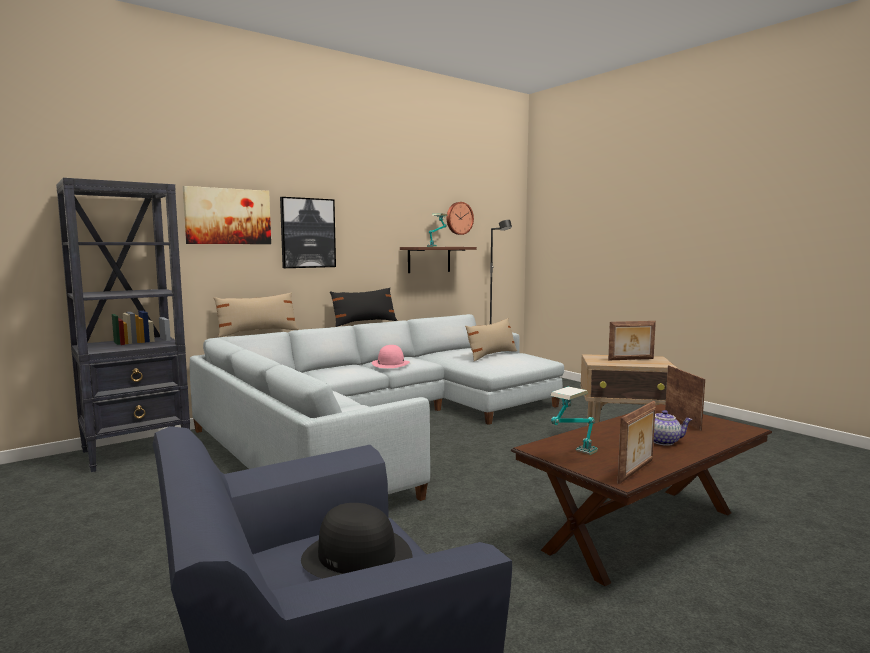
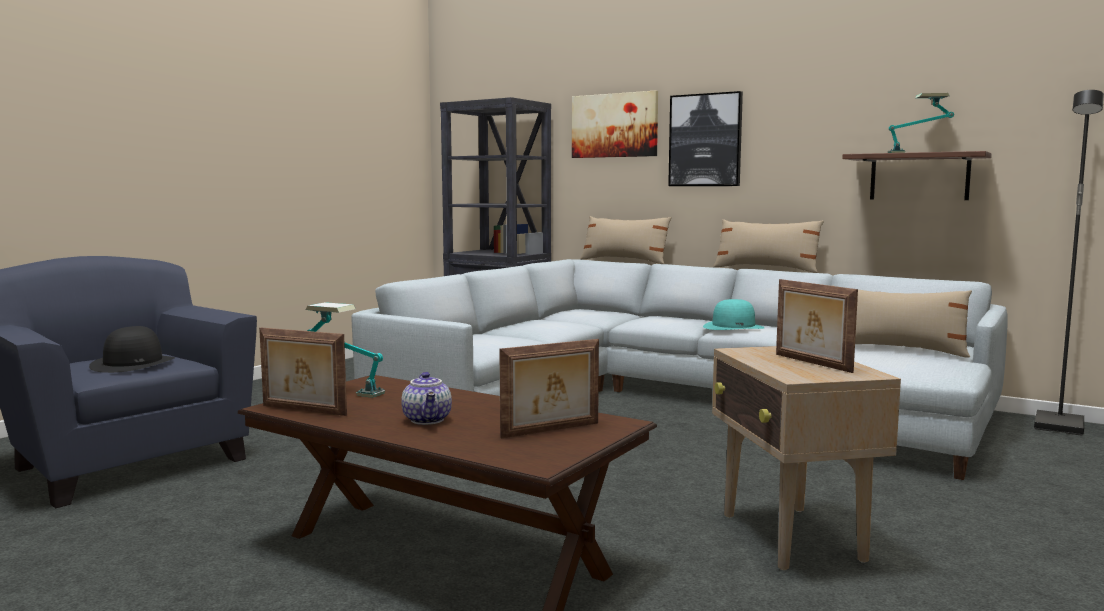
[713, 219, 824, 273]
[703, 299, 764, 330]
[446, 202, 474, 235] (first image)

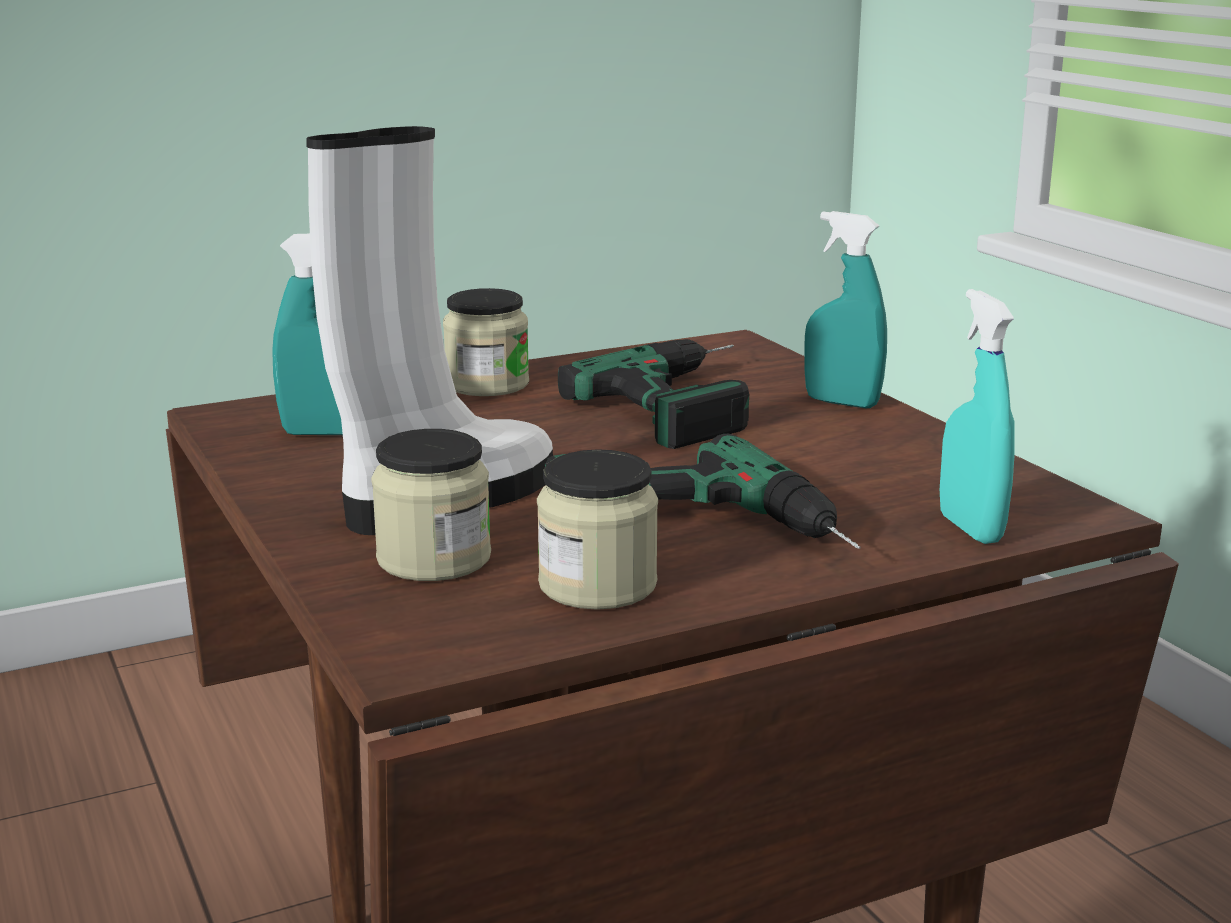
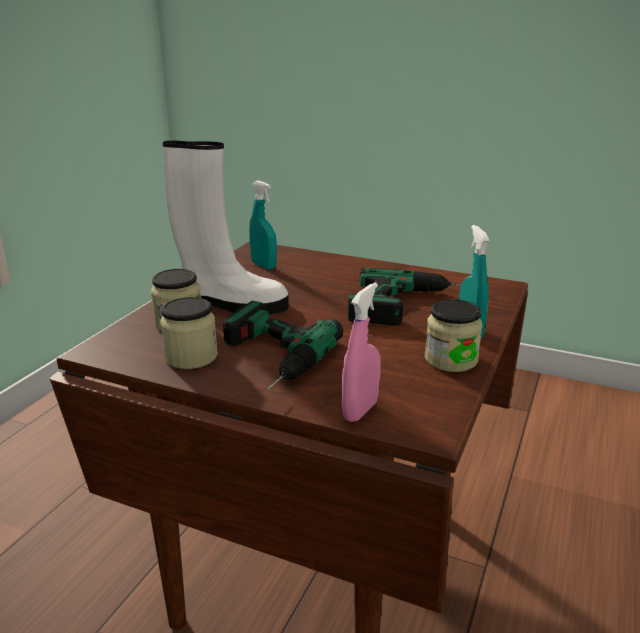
[425, 299, 482, 372]
[342, 282, 381, 422]

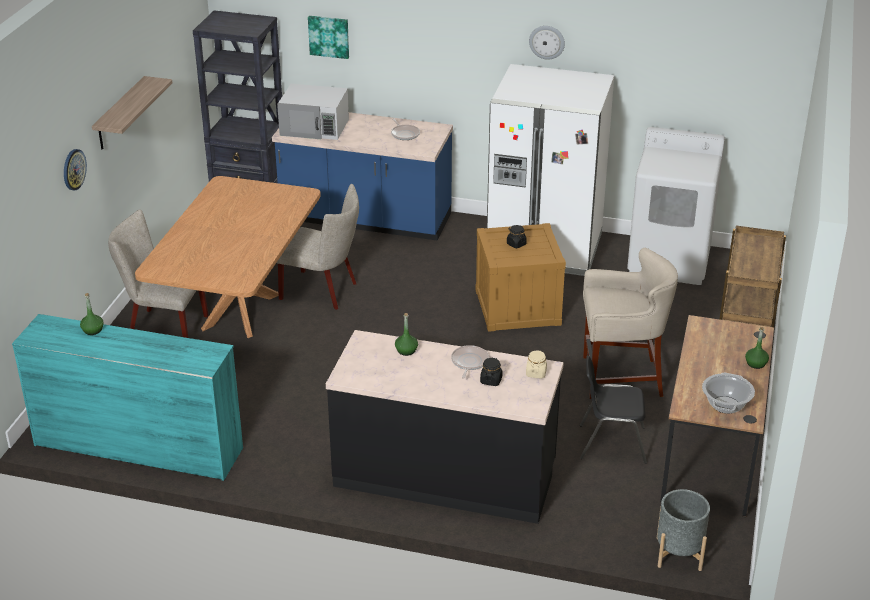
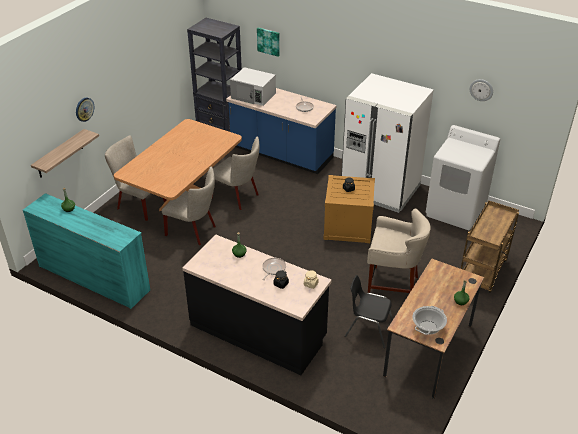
[31, 129, 99, 178]
[470, 79, 493, 101]
[657, 489, 710, 571] (first image)
[162, 167, 216, 245]

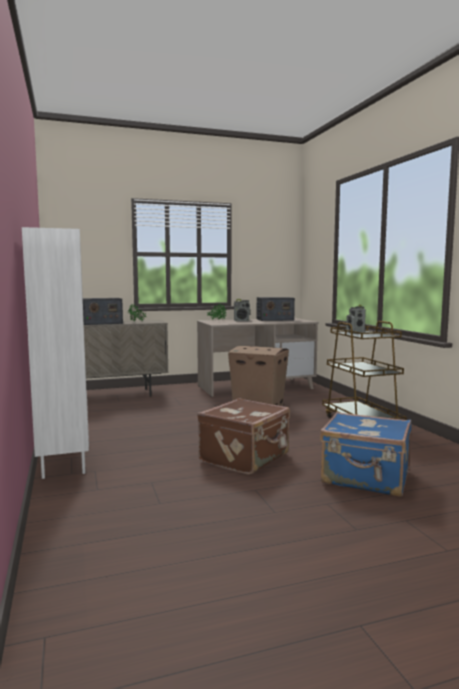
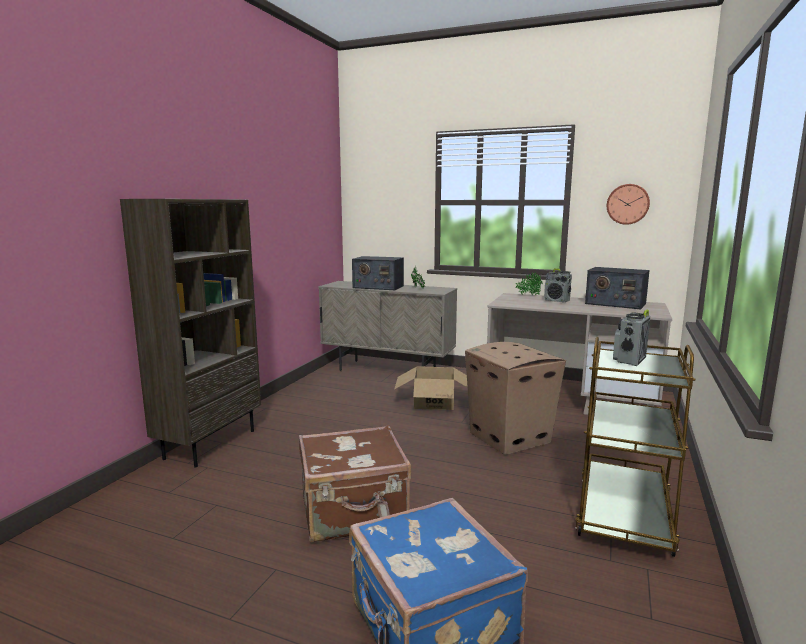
[120, 199, 261, 468]
[395, 366, 468, 410]
[607, 184, 650, 225]

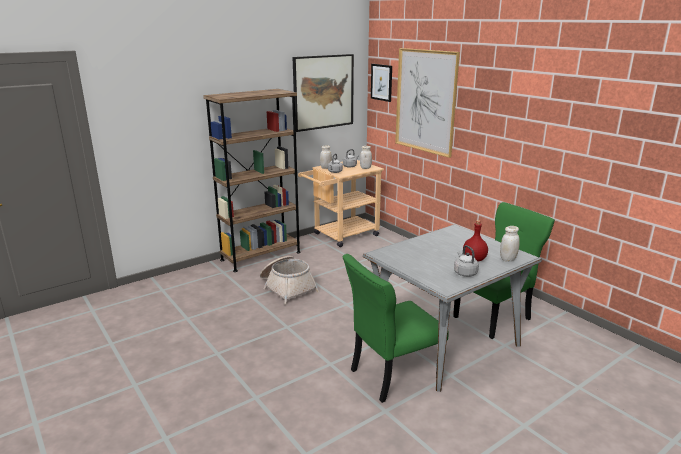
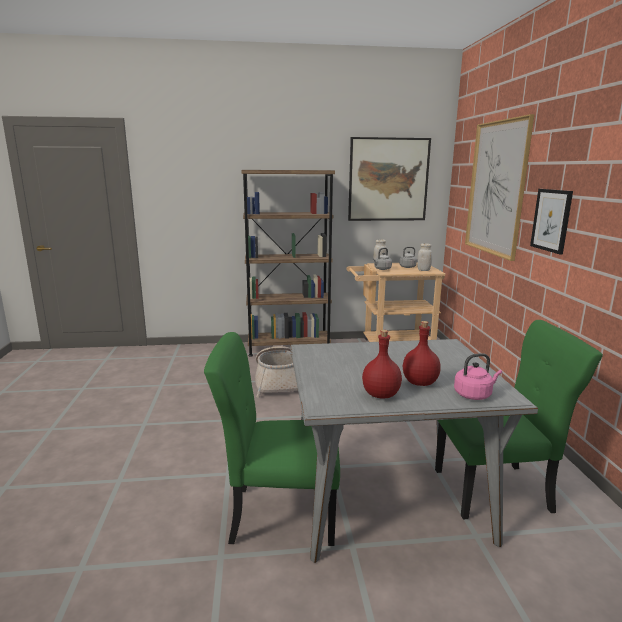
[530, 189, 573, 254]
[362, 330, 402, 398]
[454, 353, 502, 400]

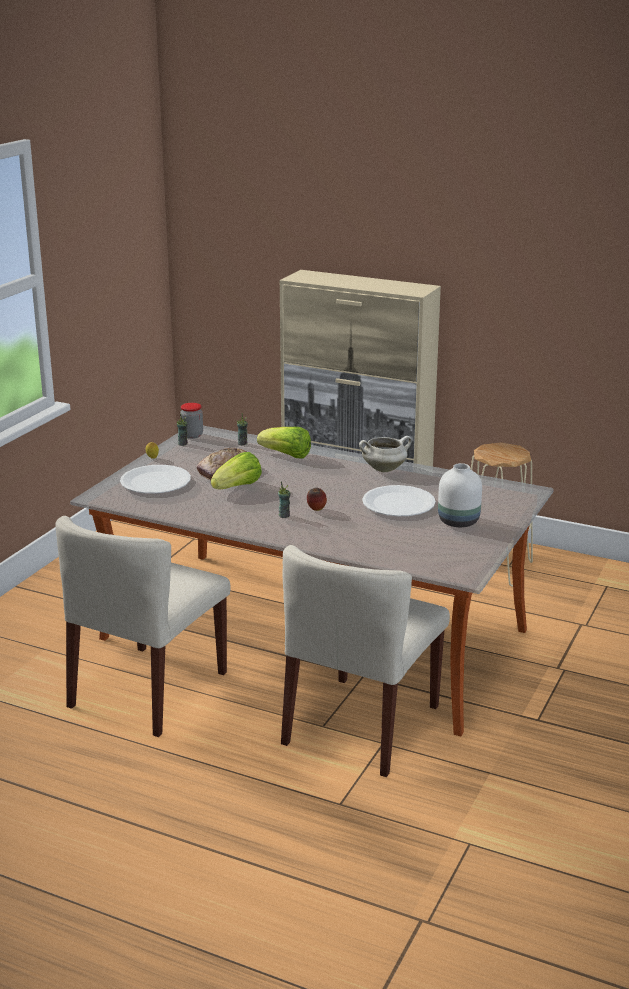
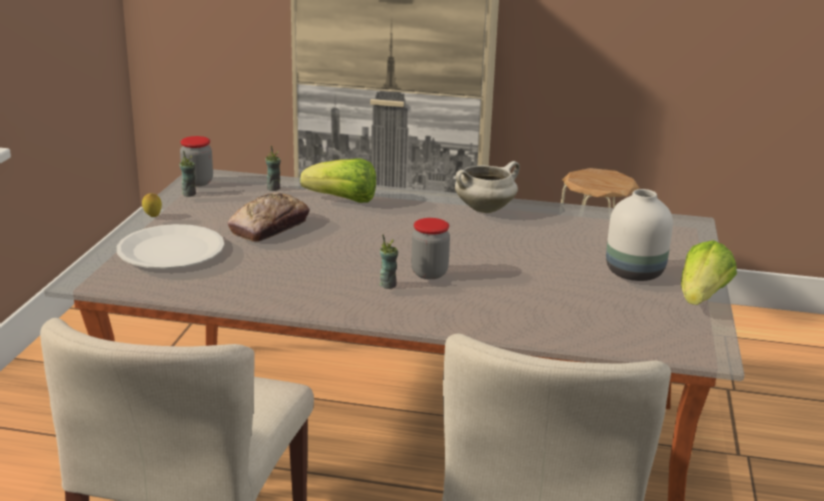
[681, 240, 737, 305]
[411, 218, 450, 279]
[362, 485, 436, 516] (first image)

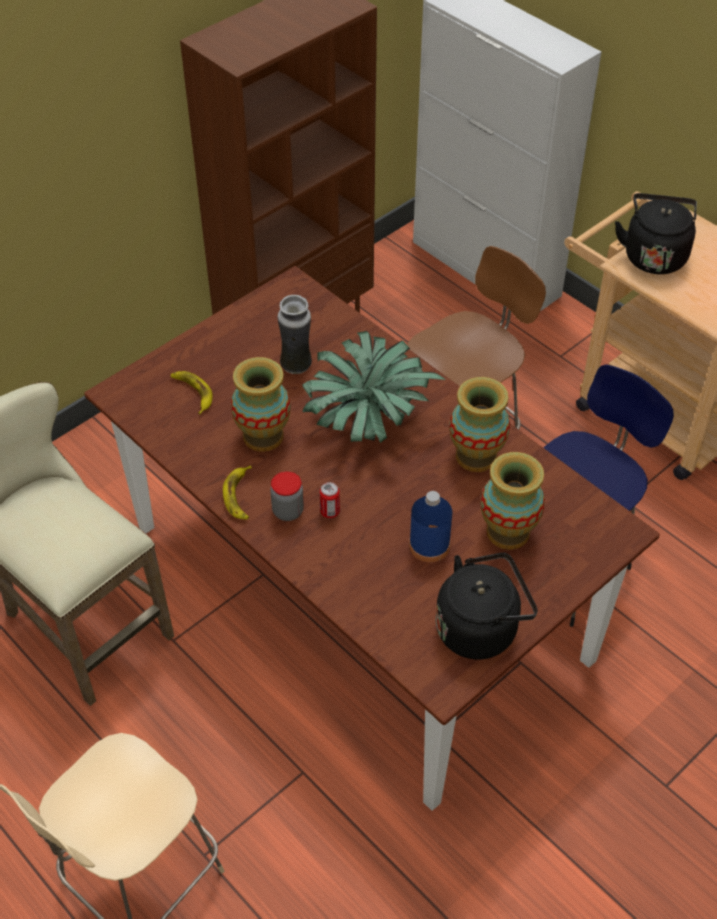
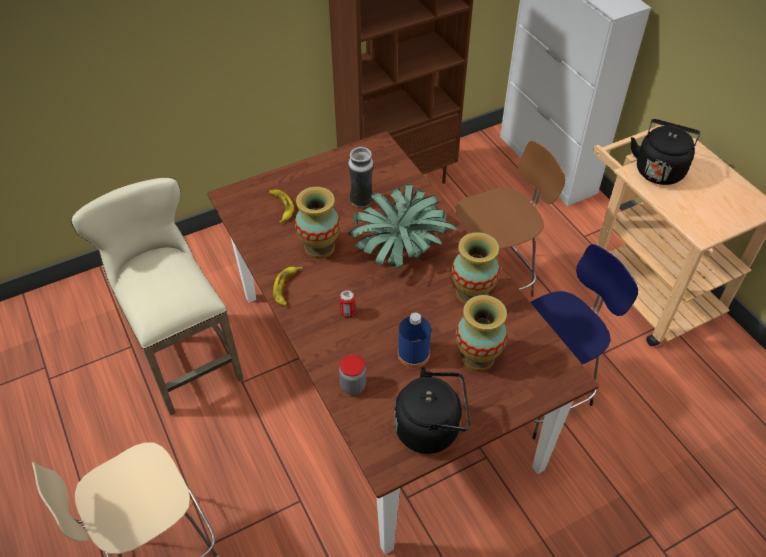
[339, 355, 366, 395]

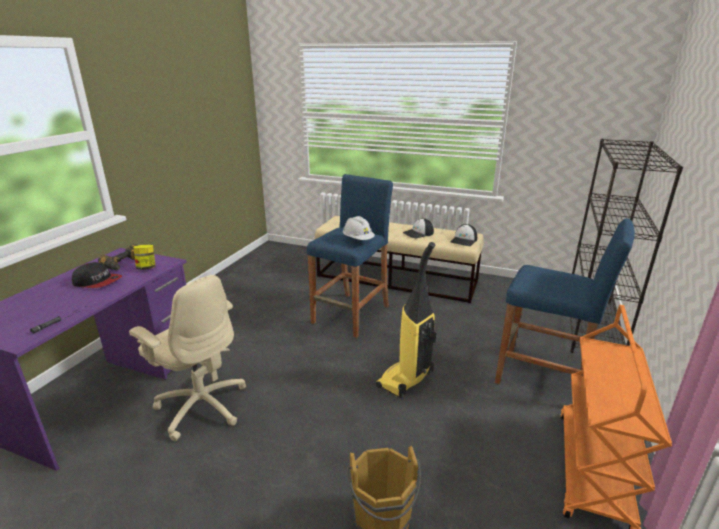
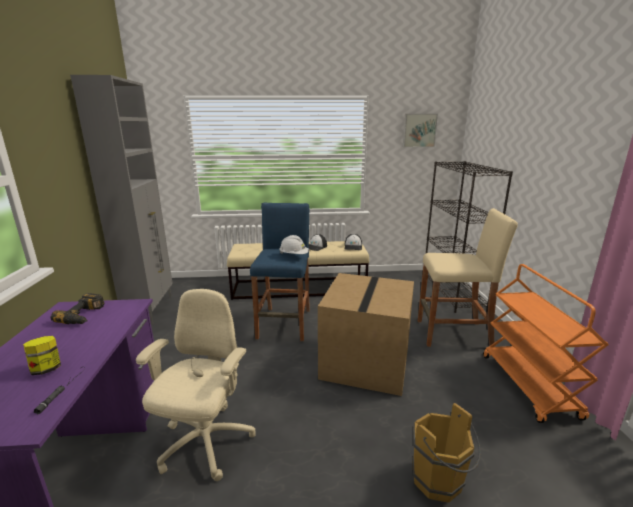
[72, 262, 122, 288] (first image)
[136, 289, 255, 481]
[23, 336, 61, 375]
[318, 273, 414, 396]
[418, 208, 518, 347]
[70, 75, 173, 324]
[403, 114, 438, 147]

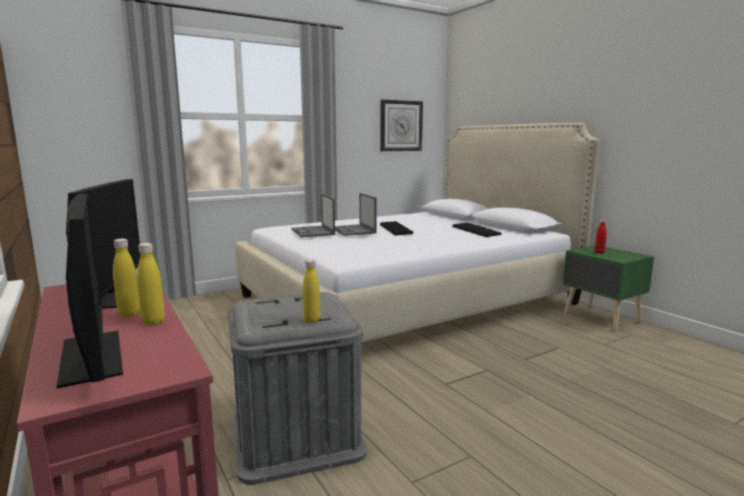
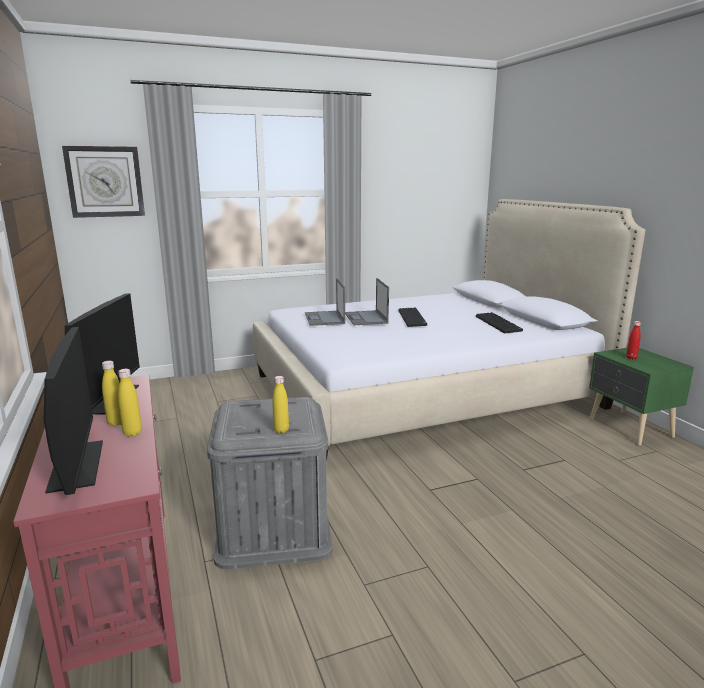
[62, 146, 145, 218]

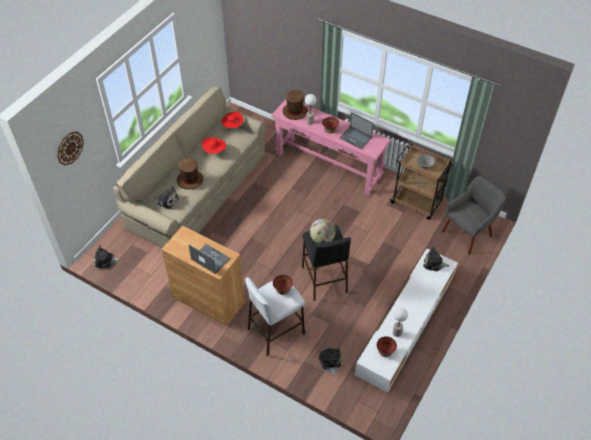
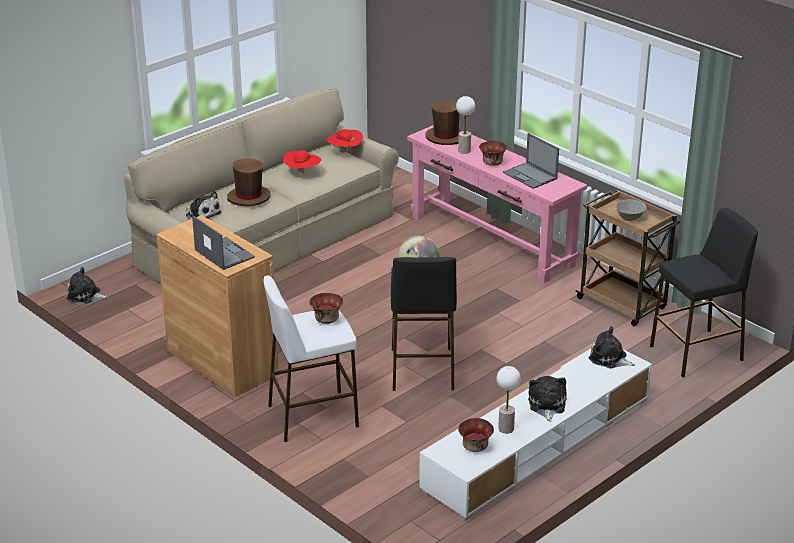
[57, 132, 84, 165] (first image)
[528, 376, 567, 422]
[650, 208, 758, 377]

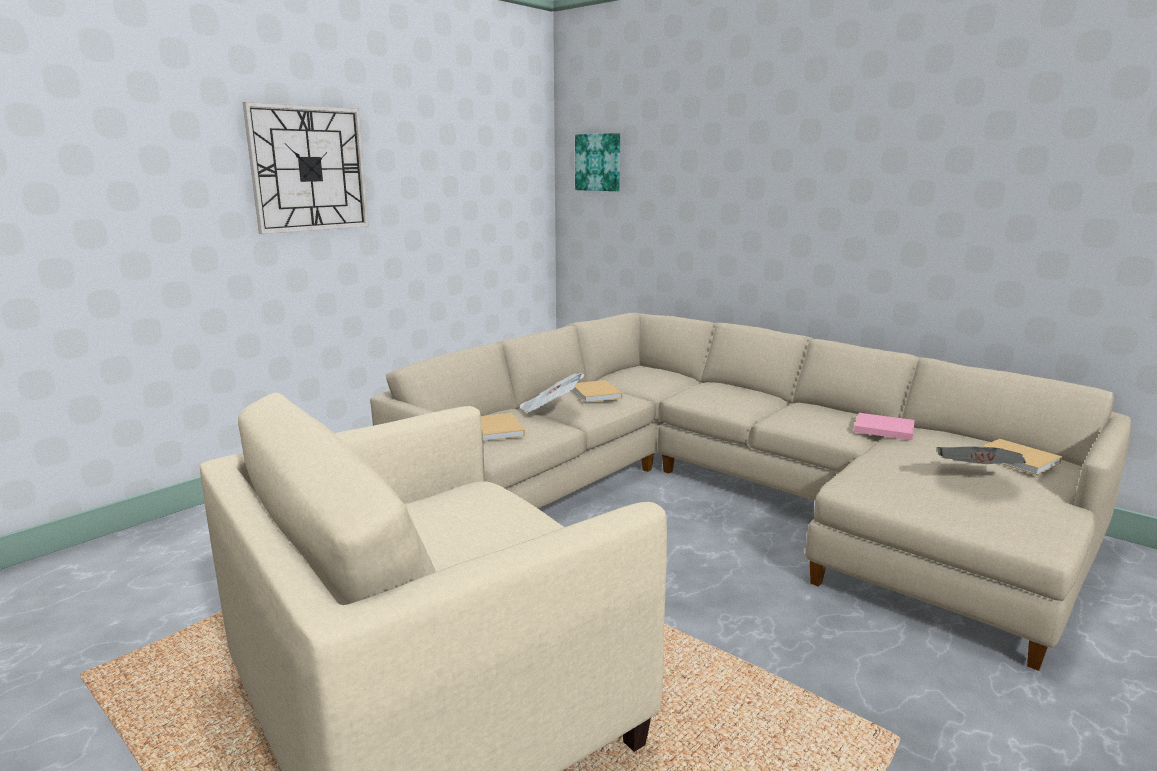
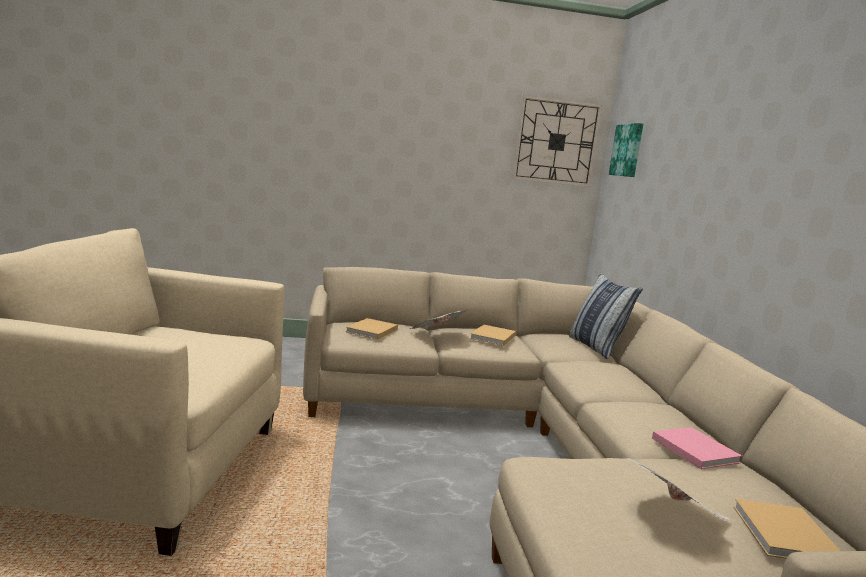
[512, 95, 602, 187]
[569, 273, 643, 359]

